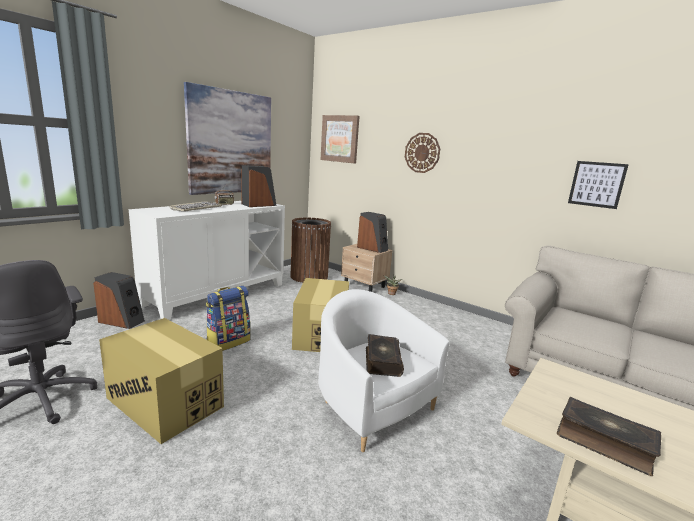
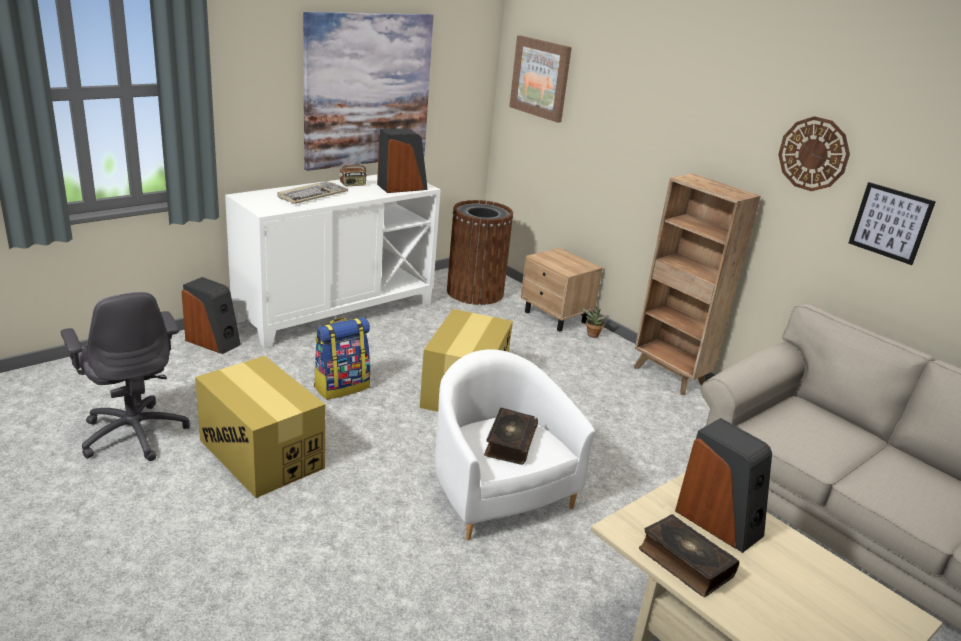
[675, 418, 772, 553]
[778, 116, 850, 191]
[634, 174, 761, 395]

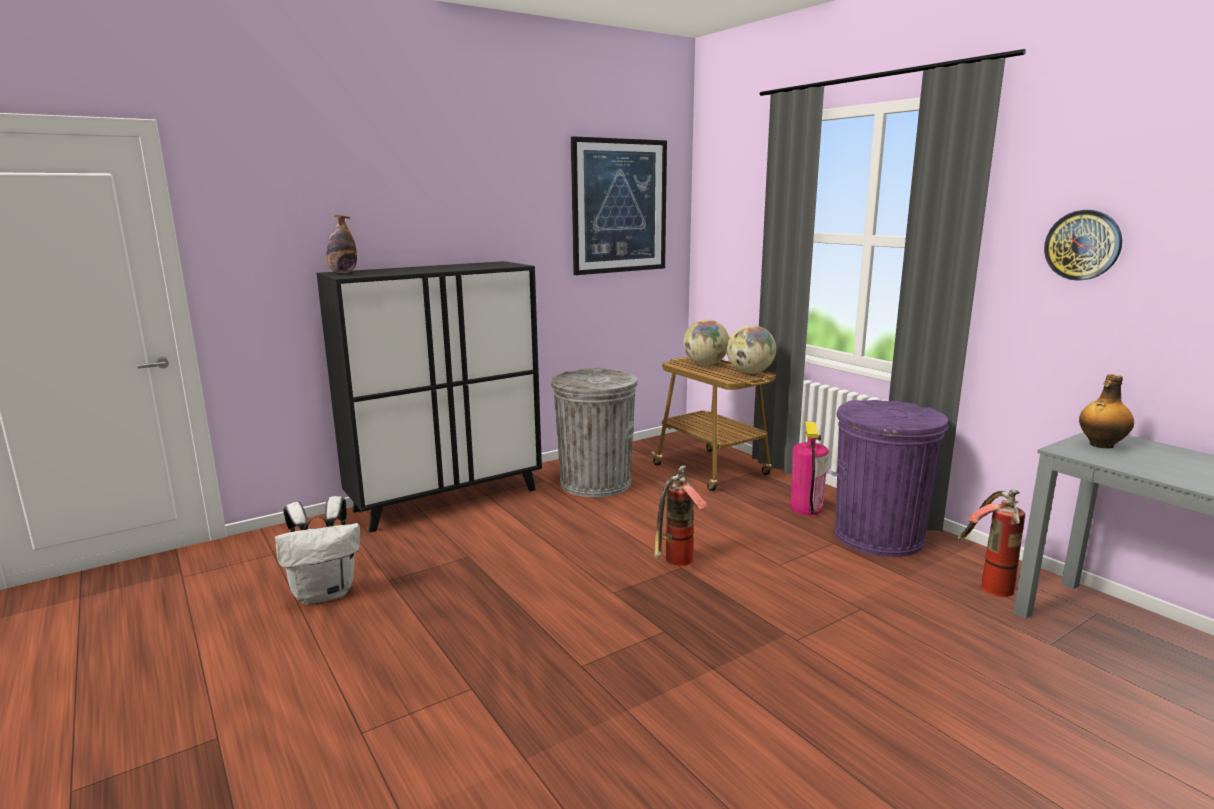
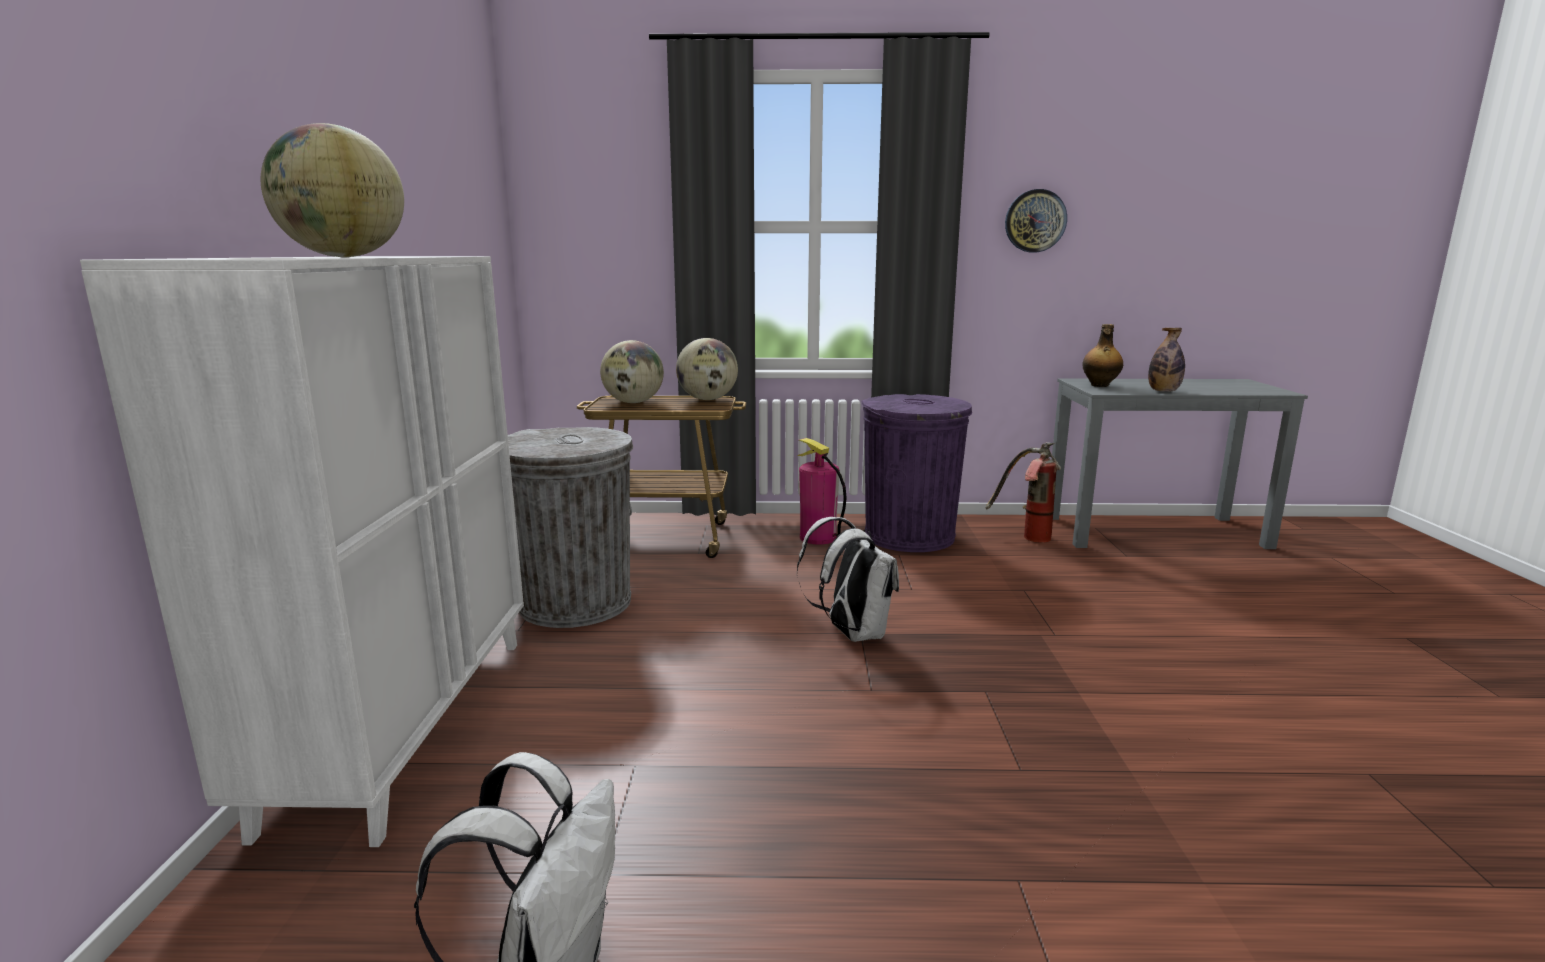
[80, 256, 524, 847]
[1148, 328, 1185, 392]
[571, 136, 667, 275] (first image)
[797, 517, 899, 642]
[261, 123, 404, 257]

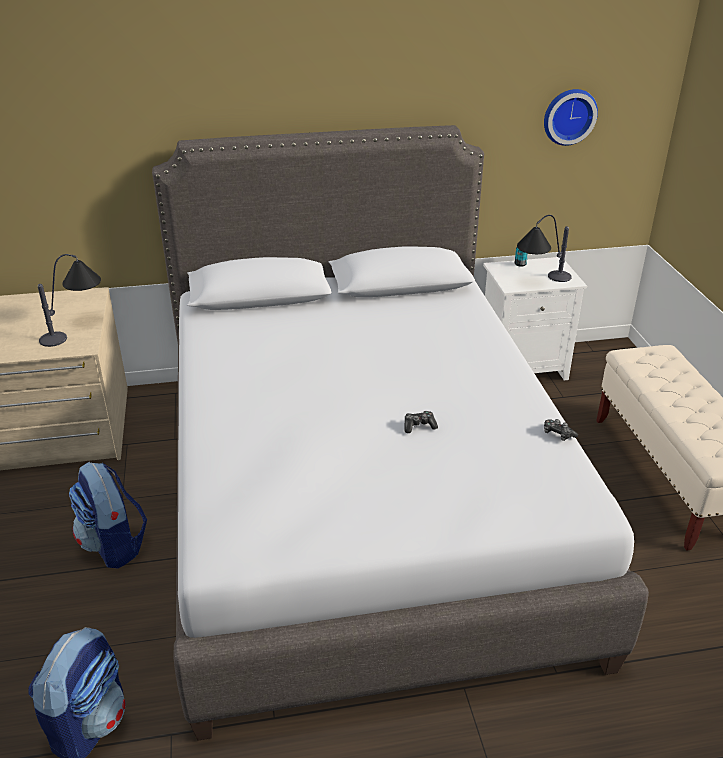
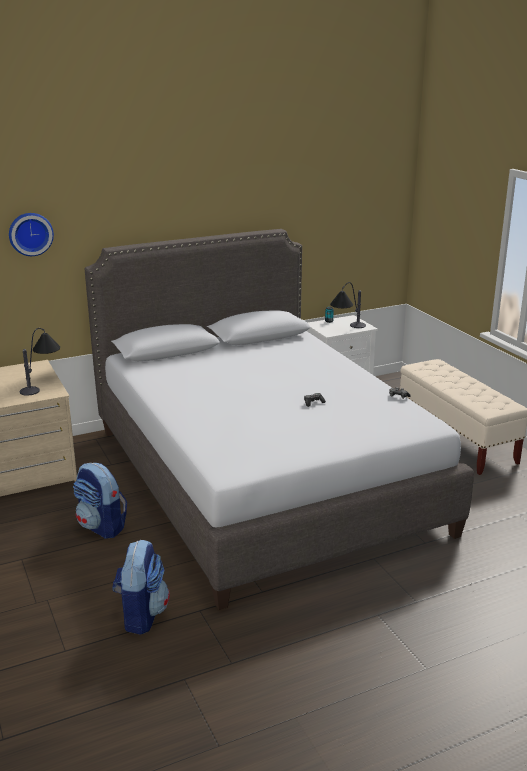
[9, 213, 54, 256]

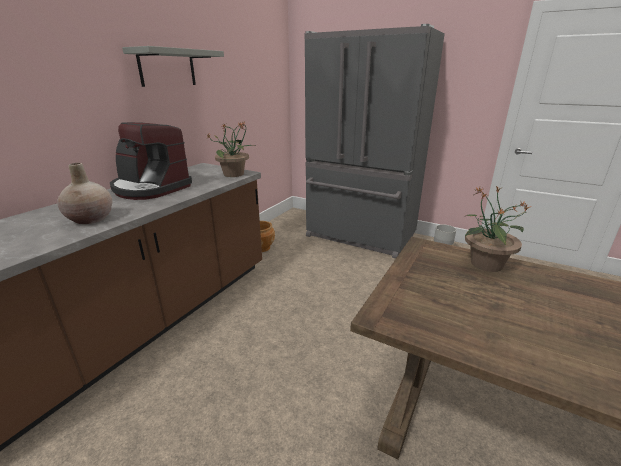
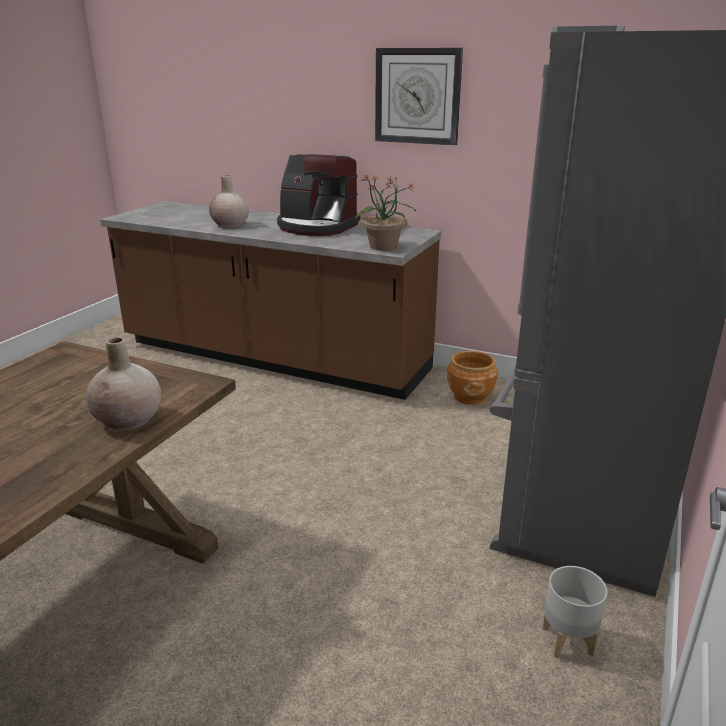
[277, 154, 360, 236]
[375, 48, 463, 145]
[86, 338, 161, 430]

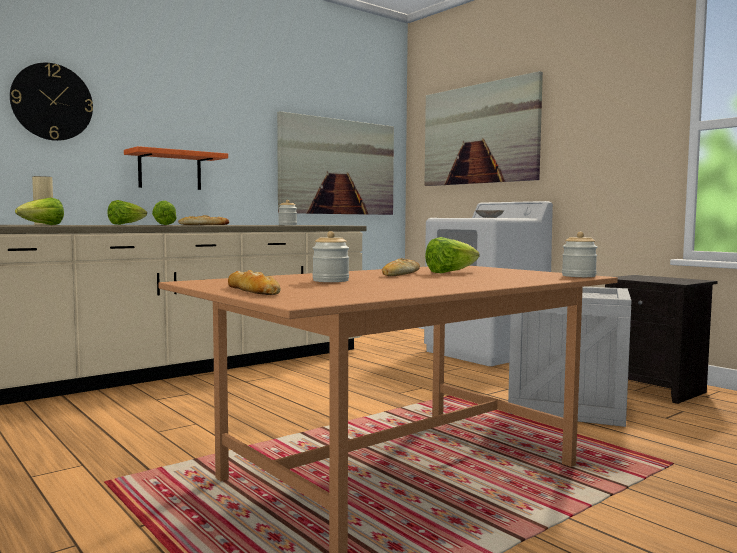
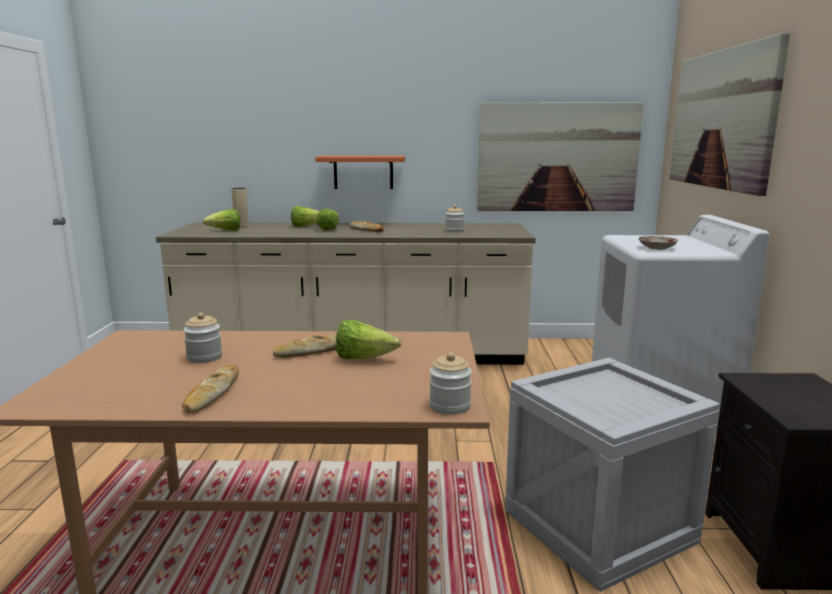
[10, 63, 93, 141] (first image)
[182, 365, 239, 413]

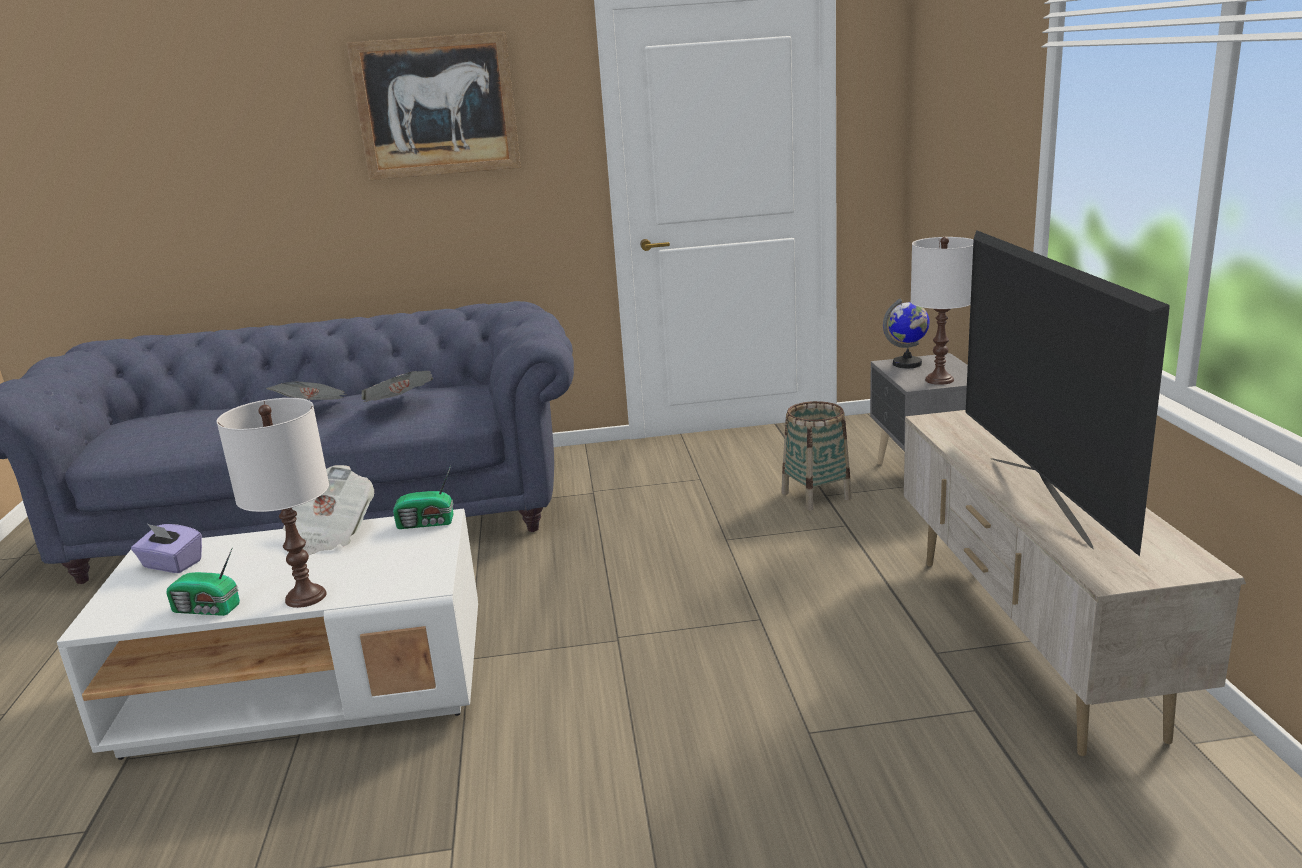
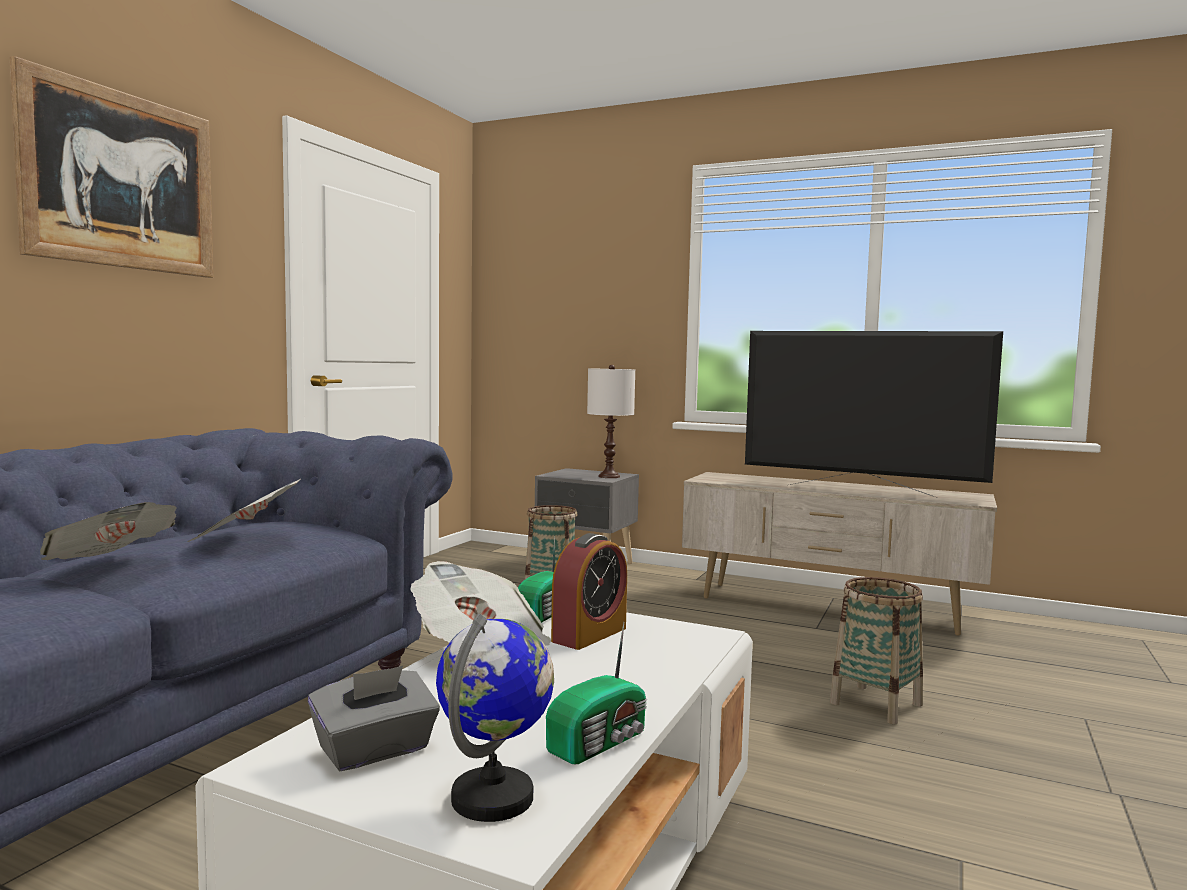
[308, 666, 440, 772]
[217, 398, 329, 608] (first image)
[436, 614, 554, 822]
[551, 533, 627, 650]
[830, 577, 923, 725]

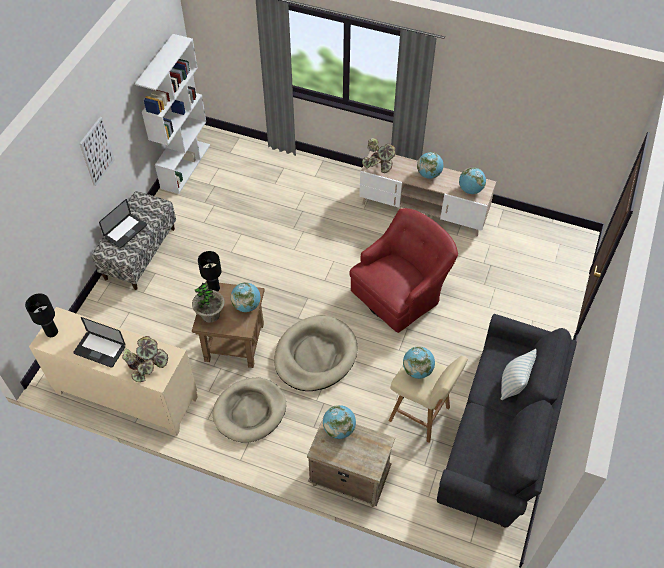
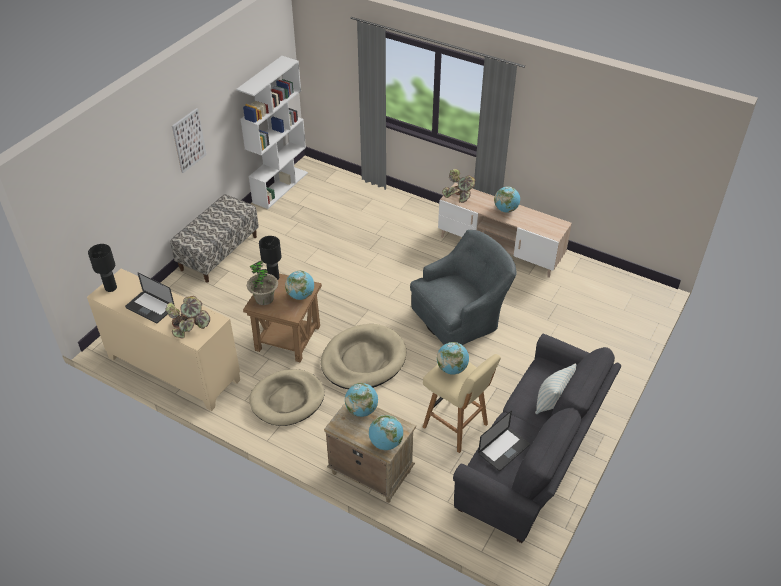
[478, 411, 530, 471]
[410, 230, 517, 345]
[369, 415, 403, 450]

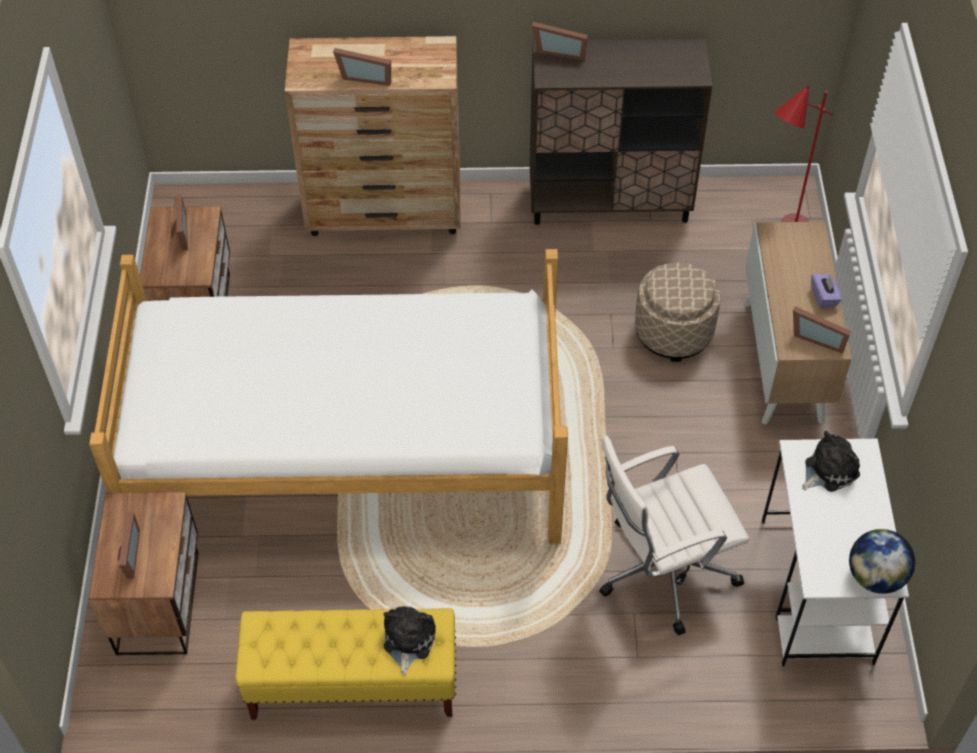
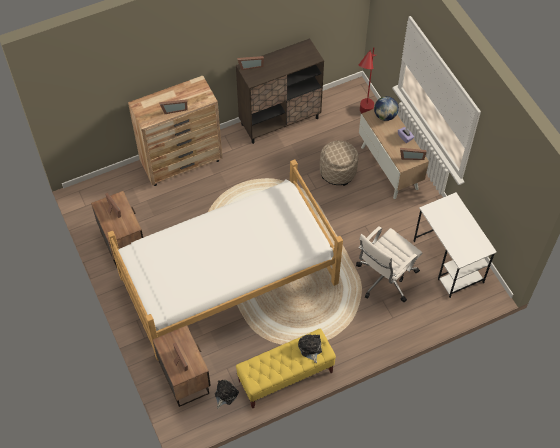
[215, 380, 239, 409]
[374, 96, 399, 121]

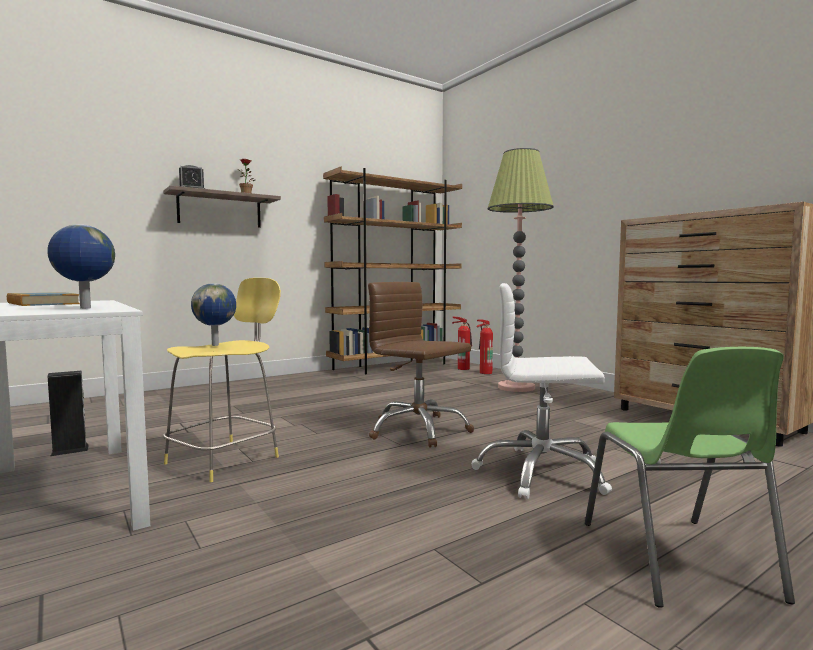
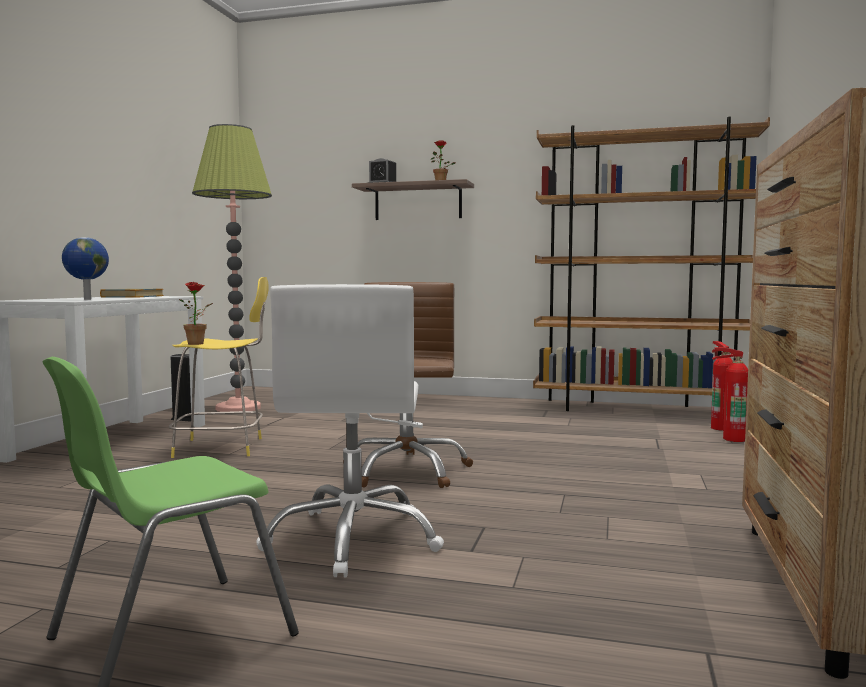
[191, 283, 236, 346] (first image)
[256, 284, 444, 577]
[192, 124, 272, 412]
[179, 282, 213, 345]

